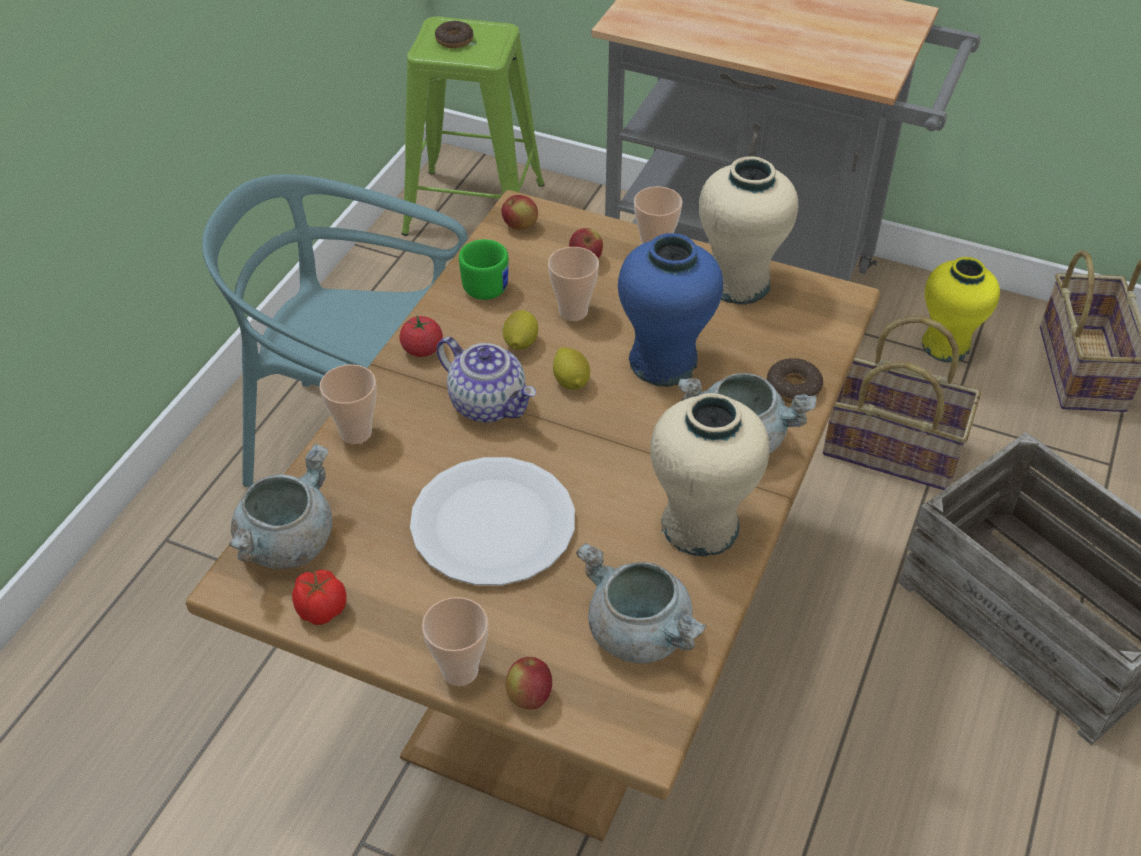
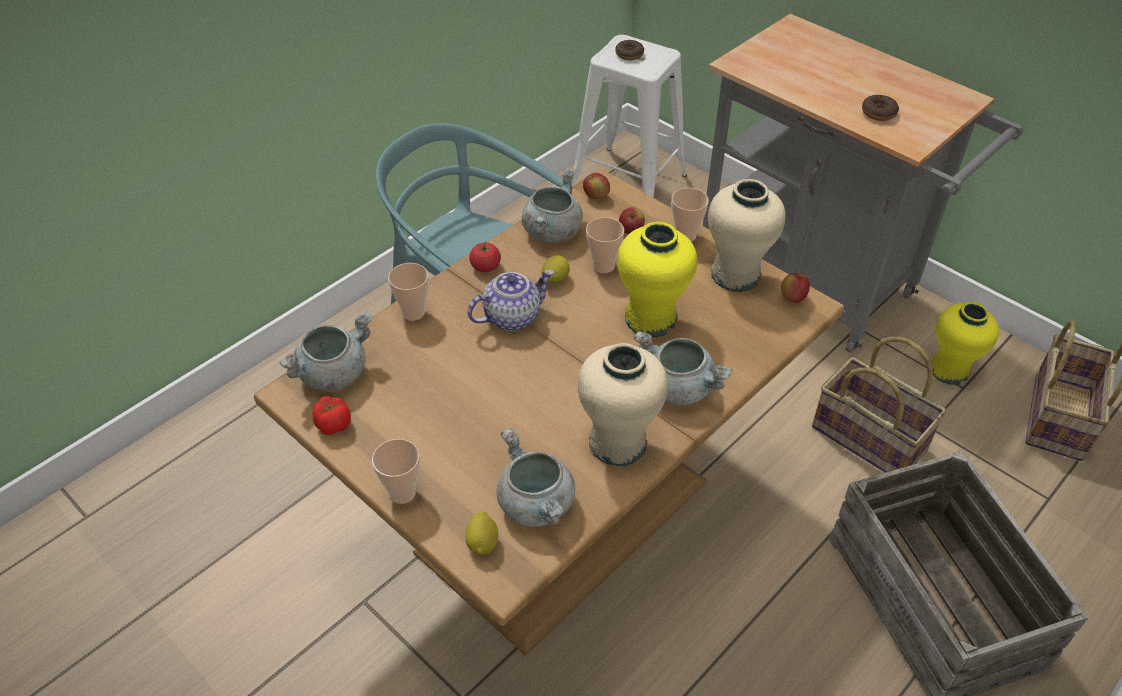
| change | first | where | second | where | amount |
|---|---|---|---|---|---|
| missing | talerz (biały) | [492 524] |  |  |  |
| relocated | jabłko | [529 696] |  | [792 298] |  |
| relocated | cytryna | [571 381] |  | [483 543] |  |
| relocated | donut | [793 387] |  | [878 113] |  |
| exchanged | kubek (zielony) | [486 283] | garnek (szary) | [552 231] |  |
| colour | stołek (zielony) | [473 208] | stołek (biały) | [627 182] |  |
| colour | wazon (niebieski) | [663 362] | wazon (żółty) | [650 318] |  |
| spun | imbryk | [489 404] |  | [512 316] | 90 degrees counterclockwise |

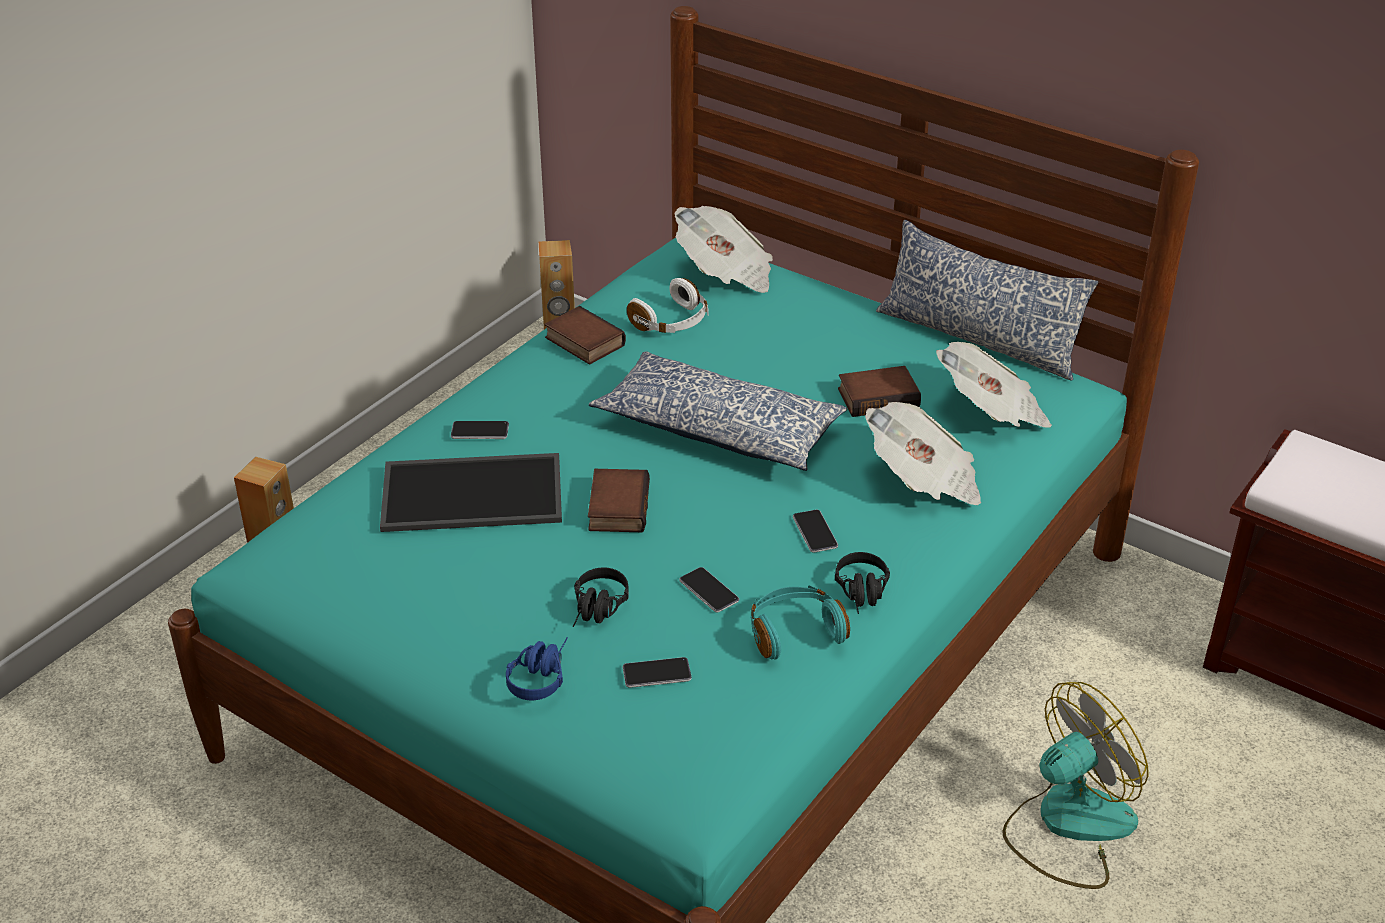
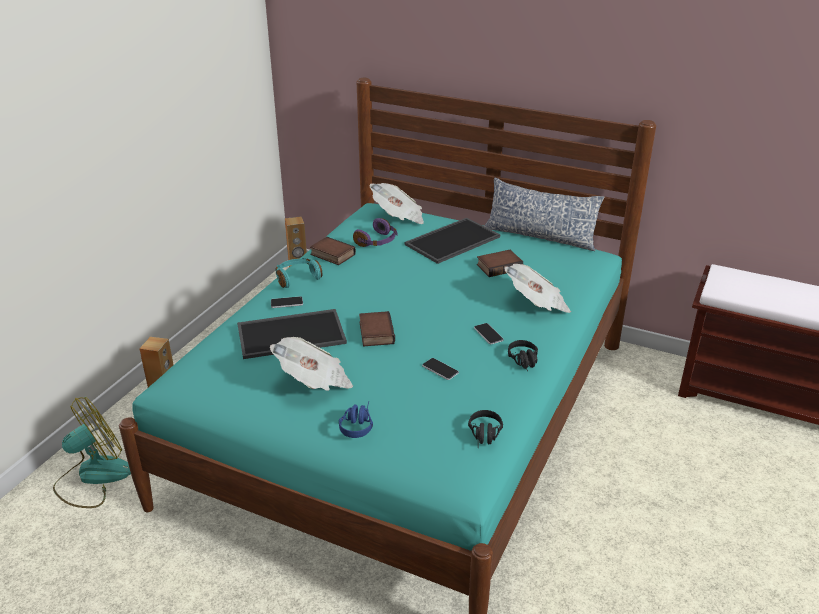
| change | first | where | second | where | amount |
|---|---|---|---|---|---|
| missing | poduszka | [718 429] |  |  |  |
| missing | telefon | [657 674] |  |  |  |
| appeared |  |  | taca | [453 241] |  |
| relocated | słuchawki (czarny) | [598 611] |  | [485 437] |  |
| relocated | słuchawki (turkusowy) | [794 632] |  | [297 278] |  |
| relocated | gazeta | [992 412] |  | [314 381] |  |
| relocated | wentylator | [1068 825] |  | [93 477] |  |
| colour | słuchawki (biały) | [672 322] | słuchawki (fioletowy) | [377 241] |  |

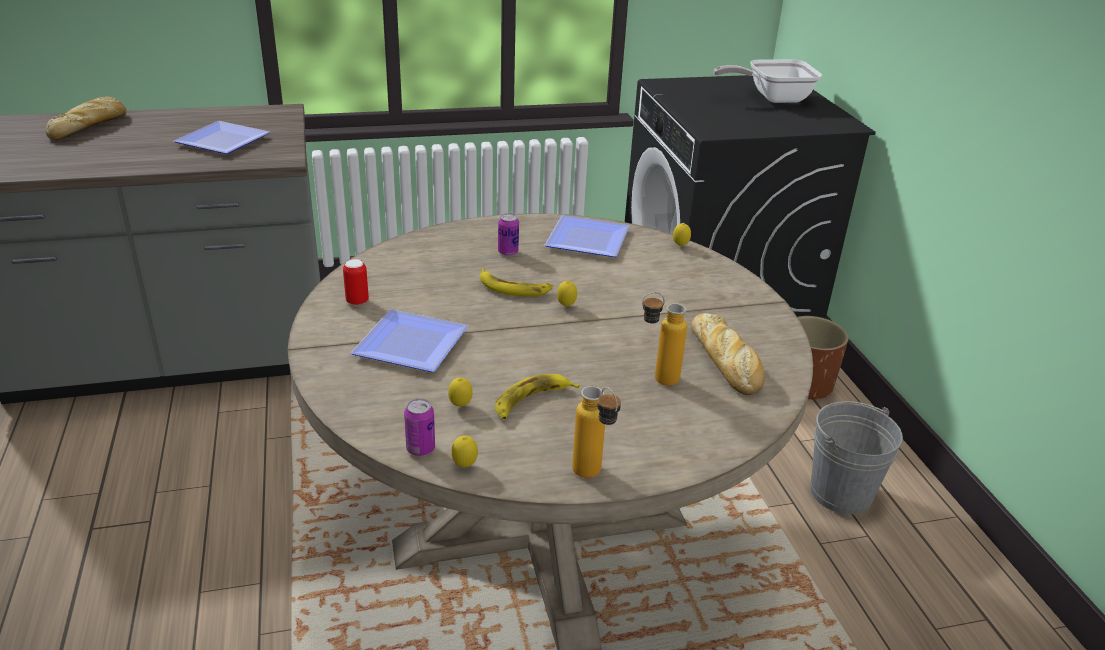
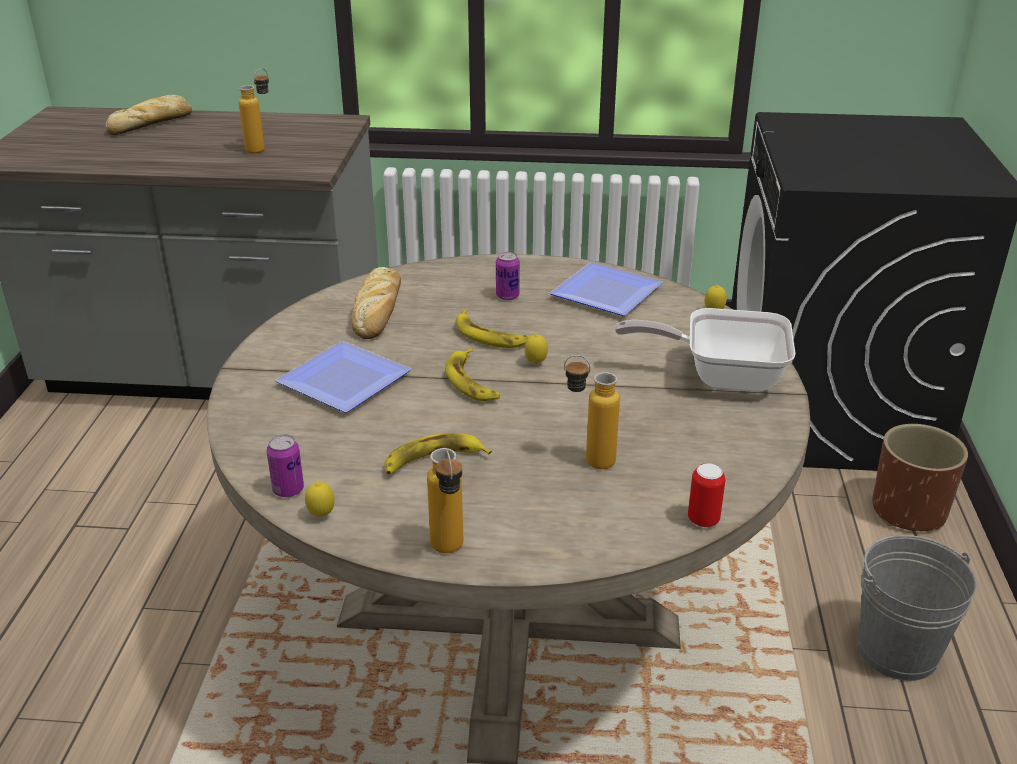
| change | first | where | second | where | amount |
|---|---|---|---|---|---|
| missing | cytryna | [460 406] |  |  |  |
| appeared |  |  | banan | [472 382] |  |
| relocated | puszka | [357 301] |  | [703 520] |  |
| relocated | chleb | [725 361] |  | [378 312] |  |
| relocated | patelnia | [772 98] |  | [721 376] |  |
| exchanged | talerz | [219 141] | butelka | [261 148] |  |

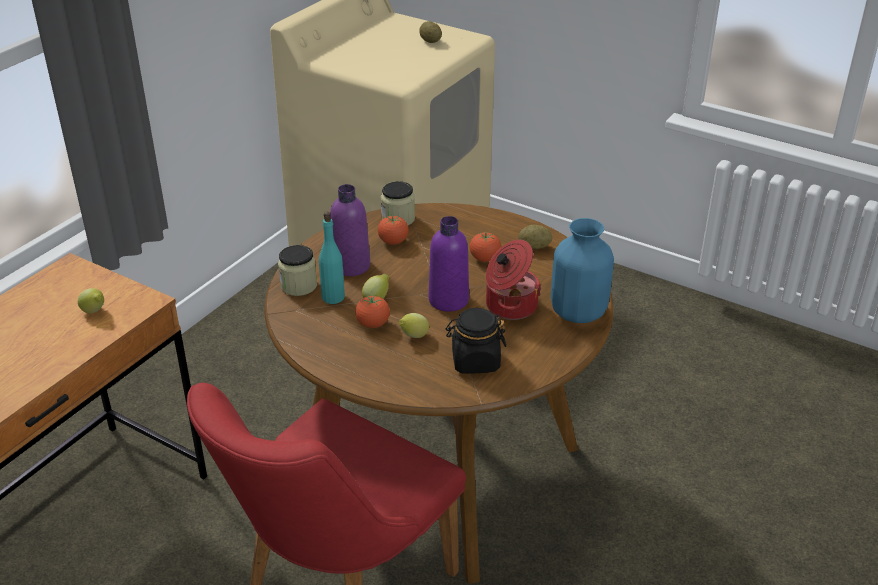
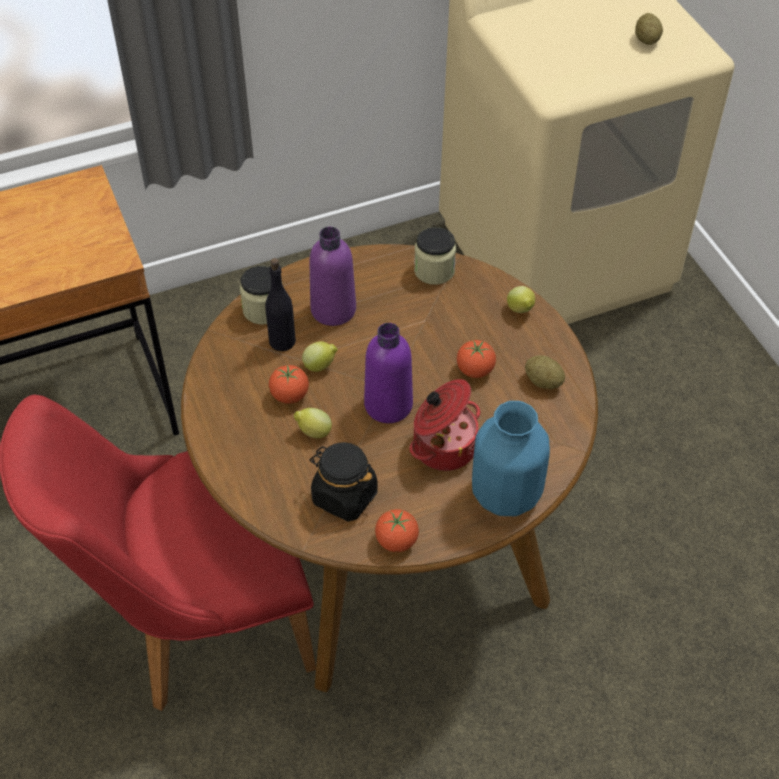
| change | first | where | second | where | amount |
|---|---|---|---|---|---|
| relocated | cytryna | [94 311] |  | [520 311] |  |
| relocated | pomidor | [393 242] |  | [396 541] |  |
| colour | butelka (turkusowy) | [333 297] | butelka (czarny) | [282 341] |  |

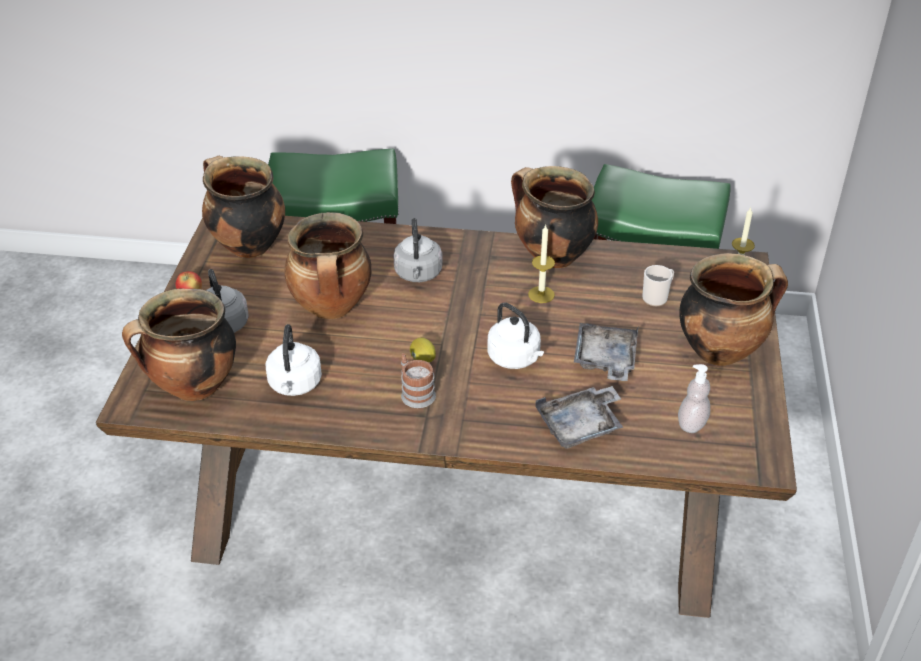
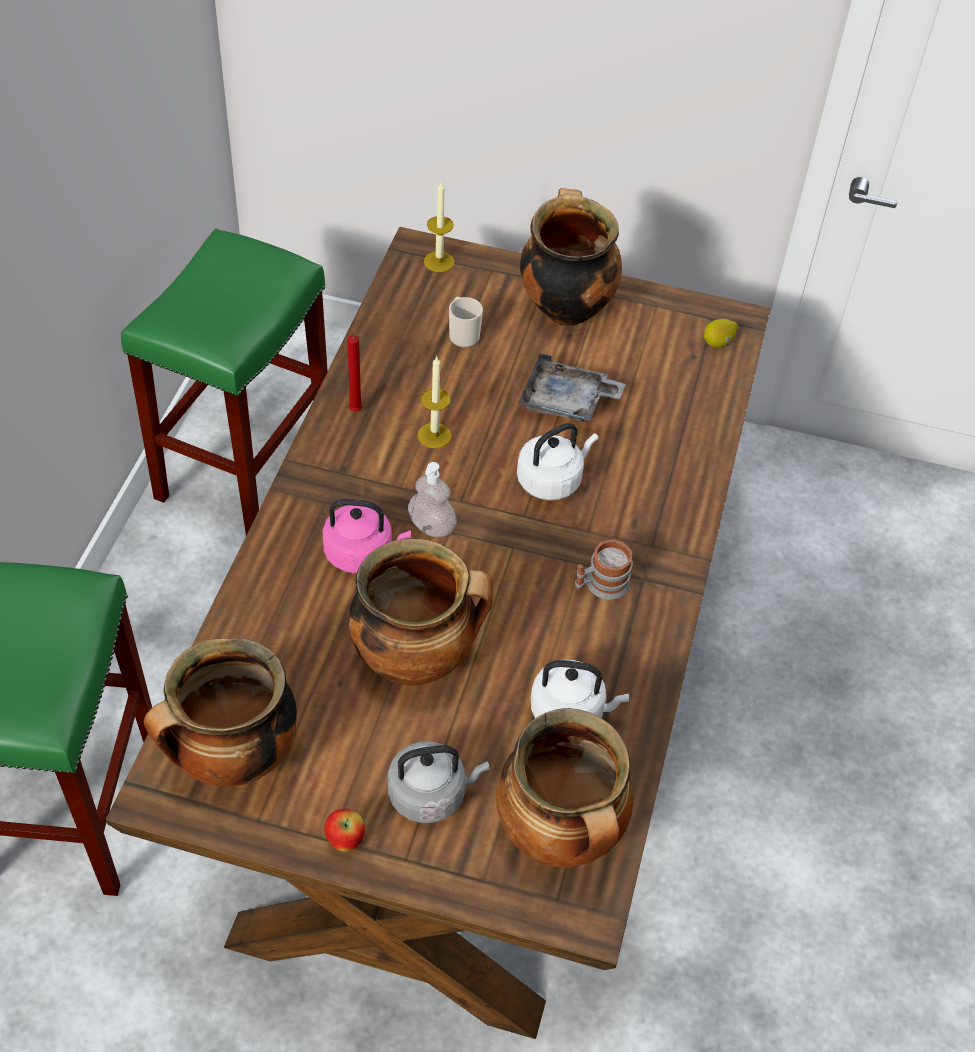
| change | first | where | second | where | amount |
|---|---|---|---|---|---|
| missing | taca (szary) | [580 426] |  |  |  |
| relocated | cytryna | [423 360] |  | [718 342] |  |
| relocated | dozownik mydła | [692 424] |  | [431 526] |  |
| exchanged | garnek | [551 256] | świeca (czerwony) | [357 412] |  |
| colour | czajnik (szary) | [418 274] | czajnik (różowy) | [362 553] |  |

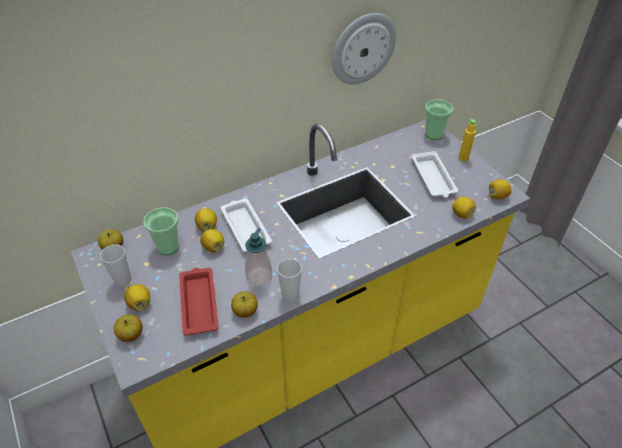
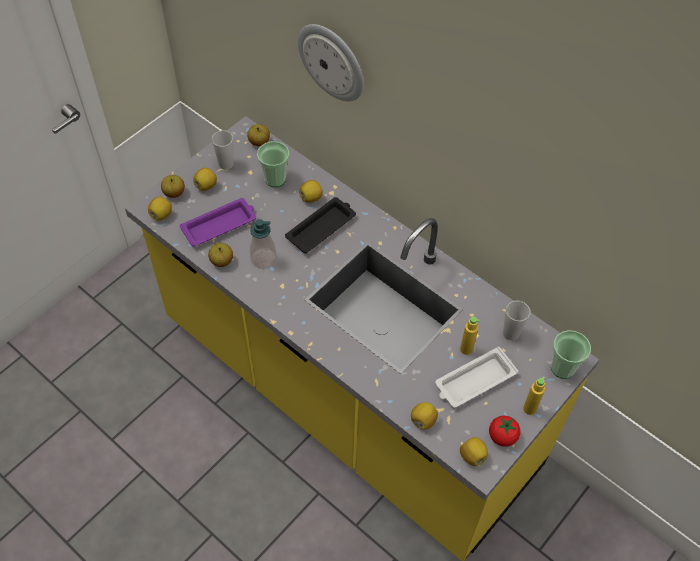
| change | first | where | second | where | amount |
|---|---|---|---|---|---|
| appeared |  |  | butelka (żółty) | [466 349] |  |
| appeared |  |  | pomidor | [502 436] |  |
| relocated | cytryna | [213 247] |  | [161 214] |  |
| relocated | filiżanka | [290 295] |  | [511 333] |  |
| relocated | zegar ścienny | [363 48] |  | [332 61] |  |
| colour | taca (czerwony) | [199 302] | taca (fioletowy) | [220 225] |  |
| colour | taca (biały) | [245 227] | taca (czarny) | [322 227] |  |

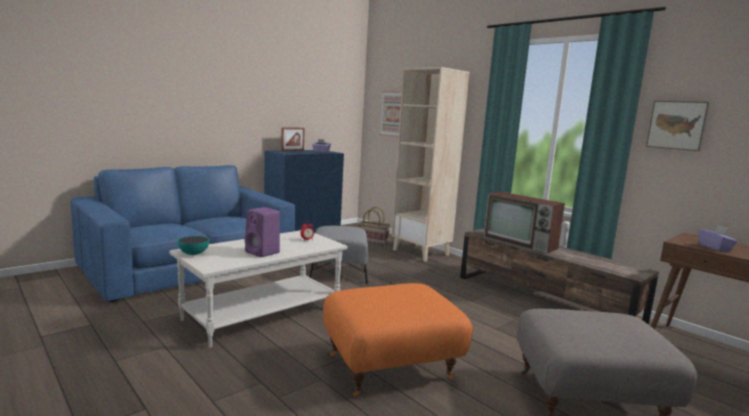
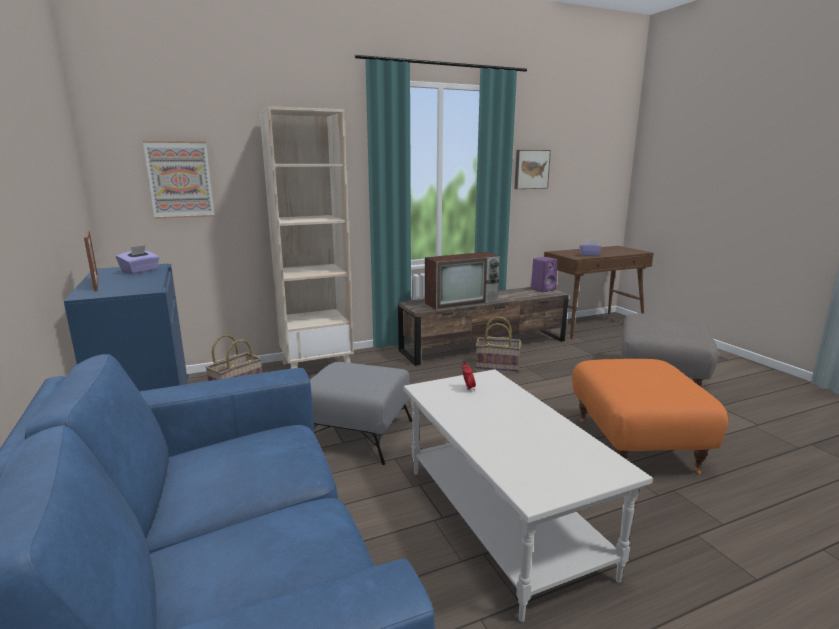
| change | first | where | second | where | amount |
|---|---|---|---|---|---|
| missing | miska | [193 254] |  |  |  |
| appeared |  |  | koszyk | [497 365] |  |
| relocated | głośnik (fioletowy) | [263 252] |  | [543 289] |  |

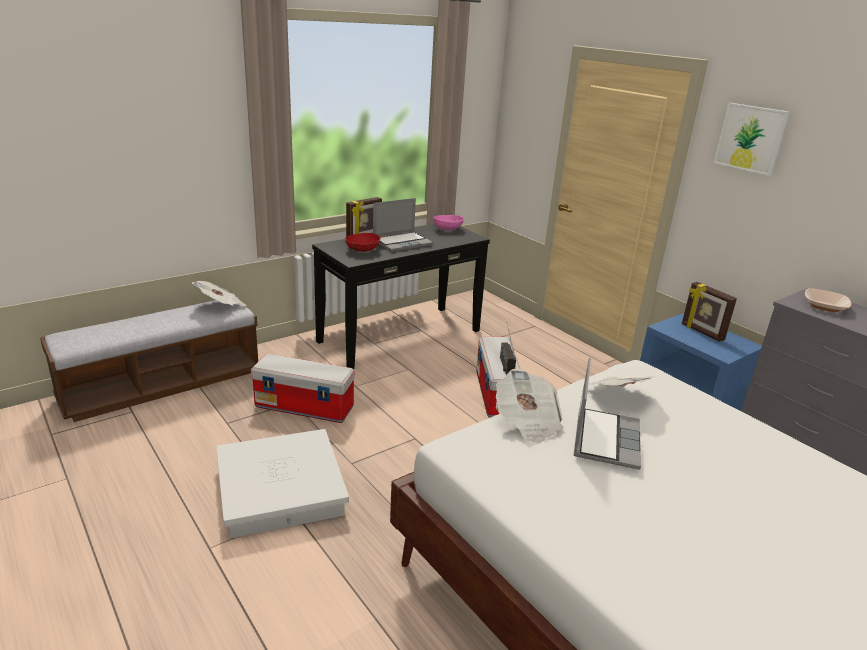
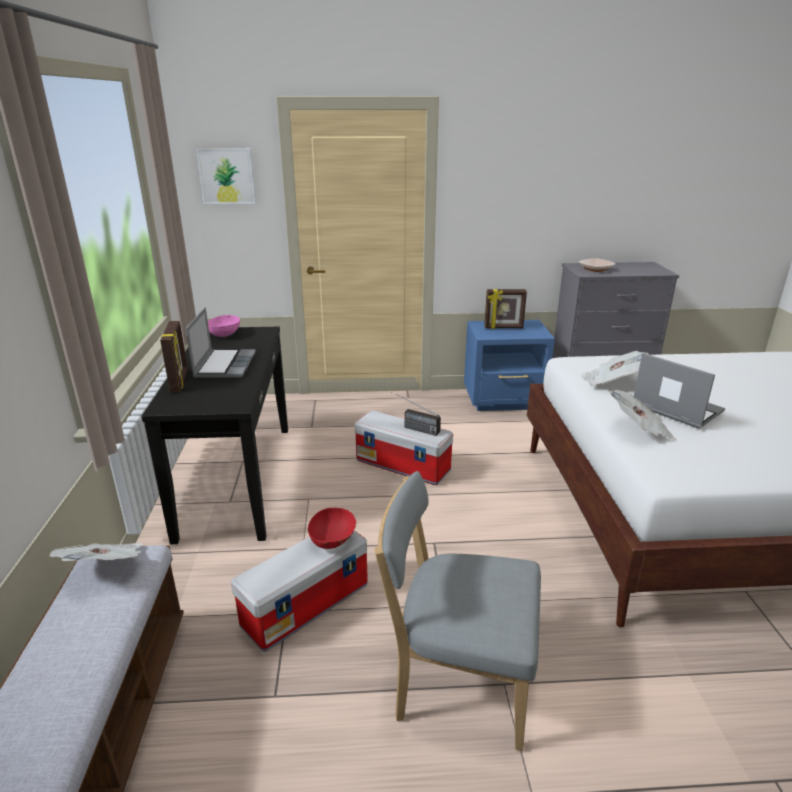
| change | first | where | second | where | amount |
|---|---|---|---|---|---|
| relocated | miska (czerwony) | [362 251] |  | [333 540] |  |
| relocated | obraz | [750 138] |  | [227 176] |  |
| exchanged | pojemnik do przechowywania (biały) | [281 489] | krzesło (szary) | [457 682] |  |

